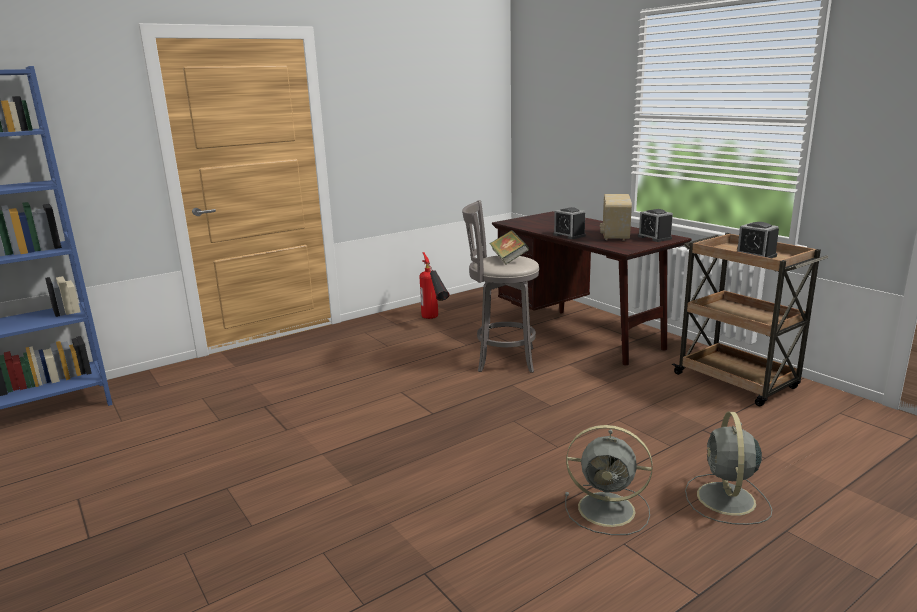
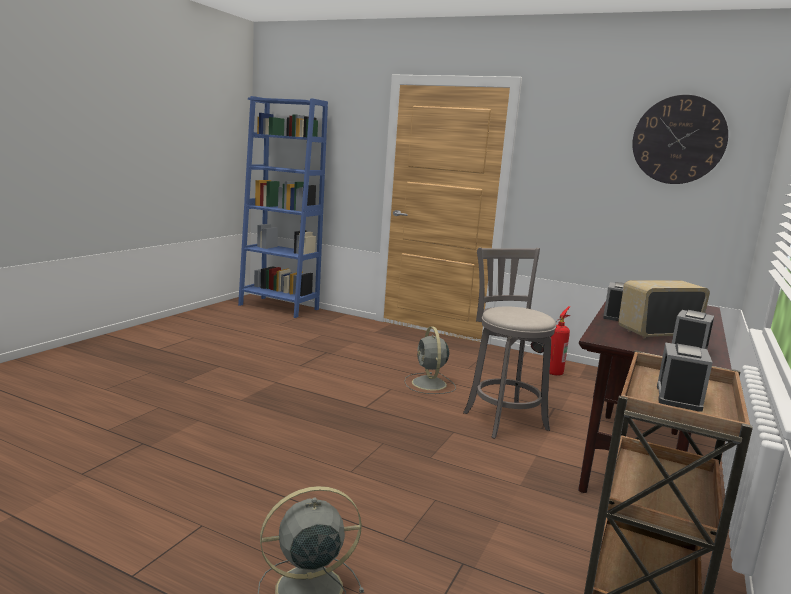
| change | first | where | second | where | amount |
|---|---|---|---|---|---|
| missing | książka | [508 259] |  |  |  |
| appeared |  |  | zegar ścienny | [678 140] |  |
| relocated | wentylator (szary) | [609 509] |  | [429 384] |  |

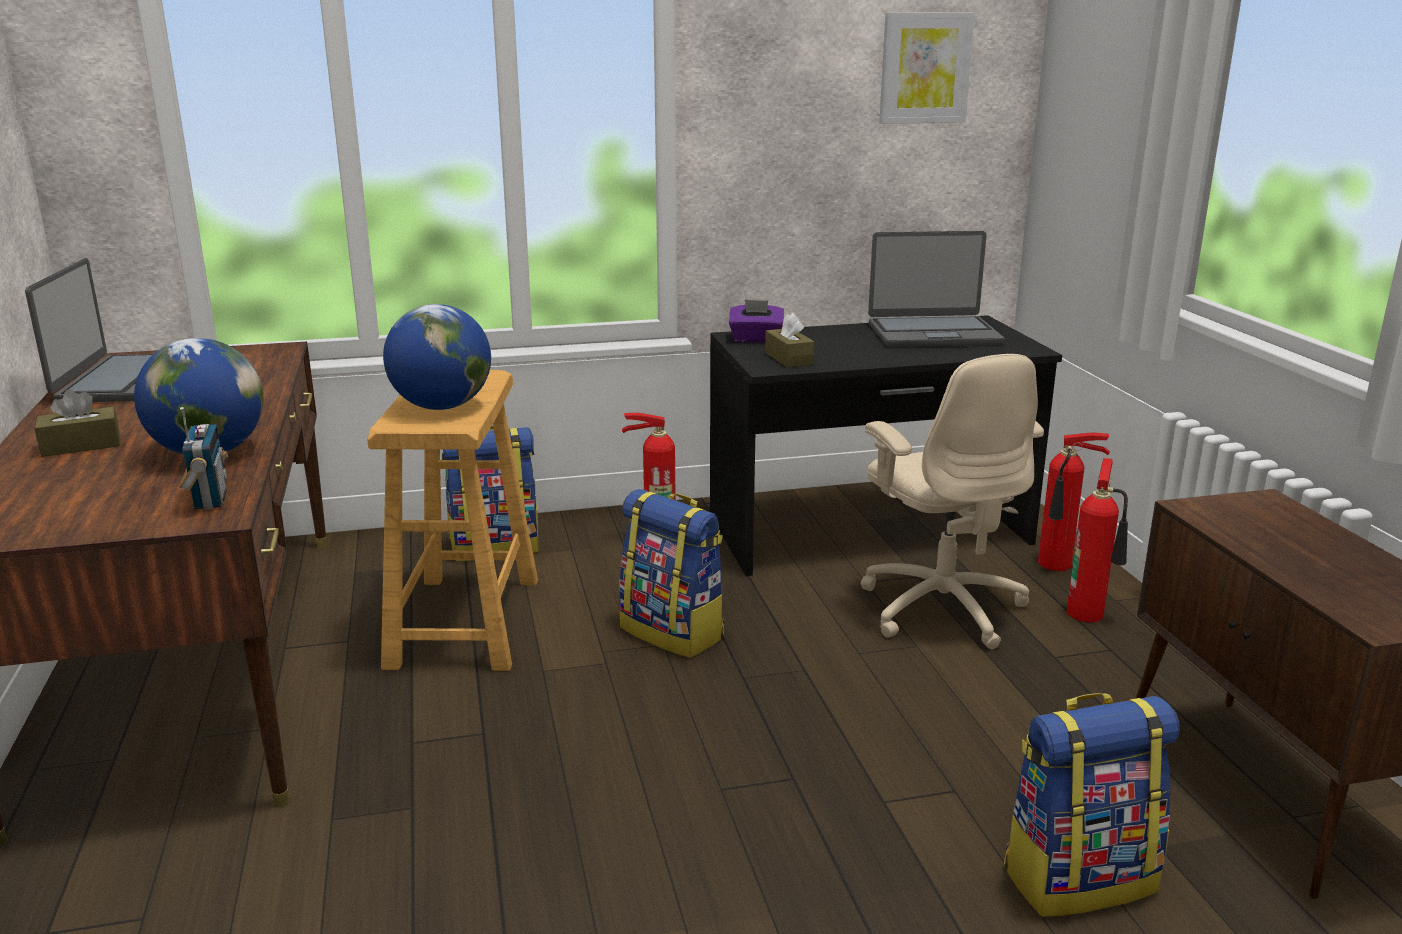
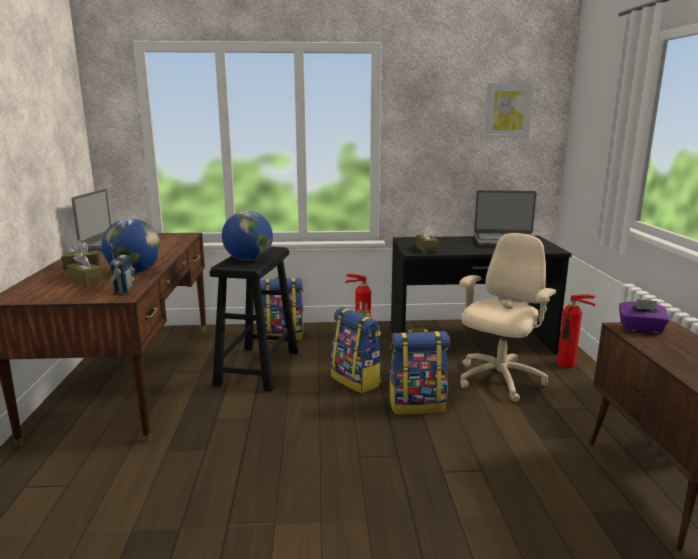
| change | first | where | second | where | amount |
|---|---|---|---|---|---|
| missing | gaśnica | [1089 613] |  |  |  |
| appeared |  |  | pudełko chusteczek (brązowy) | [86 281] |  |
| relocated | pudełko chusteczek (fioletowy) | [756 339] |  | [641 329] |  |
| relocated | plecak | [1078 877] |  | [417 405] |  |
| colour | stołek (beżowy) | [464 623] | stołek (czarny) | [257 368] |  |
| spun | krzesło biurowe (beżowy) | [941 607] |  | [498 380] | 135 degrees counterclockwise |

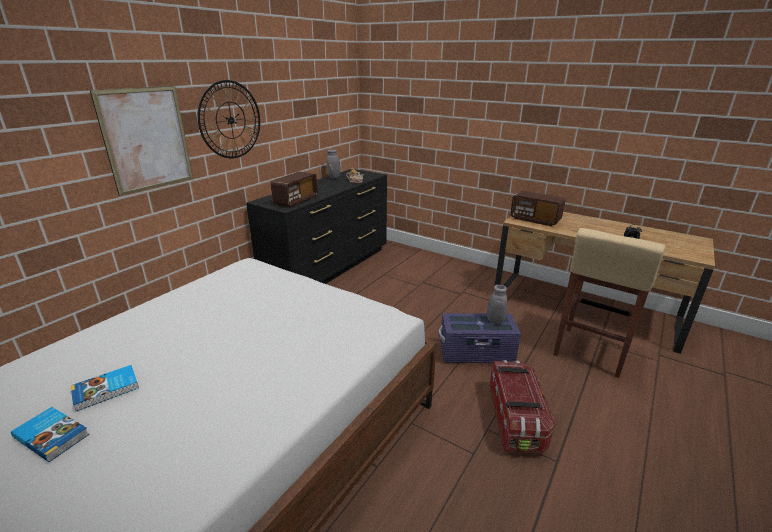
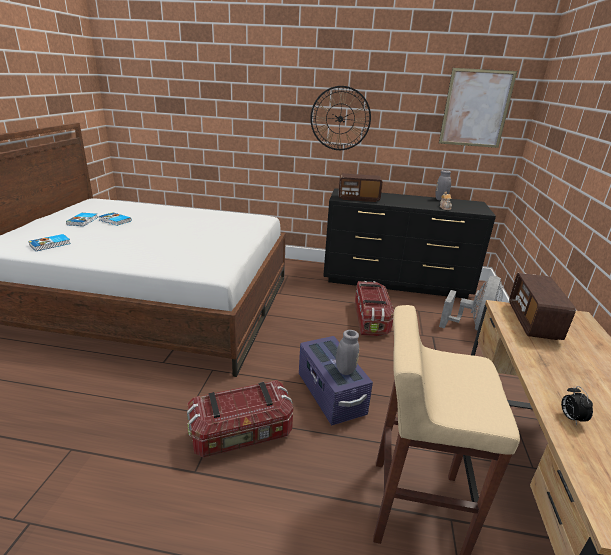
| change | first | where | second | where | amount |
|---|---|---|---|---|---|
| appeared |  |  | książka | [50 244] |  |
| appeared |  |  | pojemnik do przechowywania | [371 319] |  |
| appeared |  |  | wentylator (szary) | [472 326] |  |
| relocated | obraz | [147 139] |  | [476 108] |  |

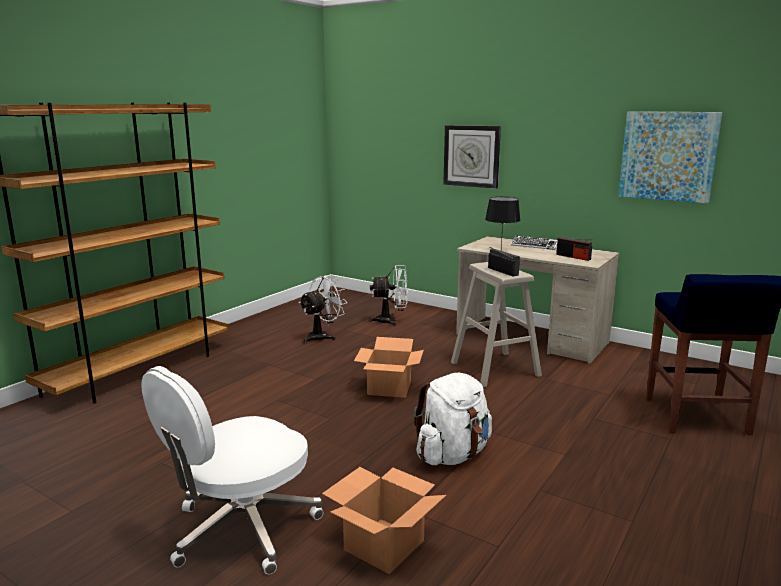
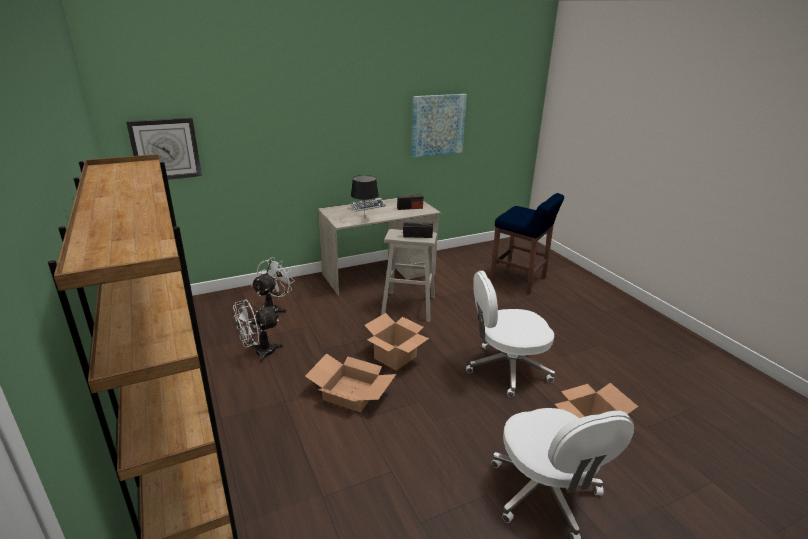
| change | first | where | second | where | amount |
|---|---|---|---|---|---|
| appeared |  |  | karton | [350 393] |  |
| relocated | zegar ścienny | [471 156] |  | [165 149] |  |
| exchanged | plecak (biały) | [453 455] | krzesło biurowe (biały) | [506 369] |  |
| spun | wentylator (biały) | [322 336] |  | [259 353] | 105 degrees counterclockwise |

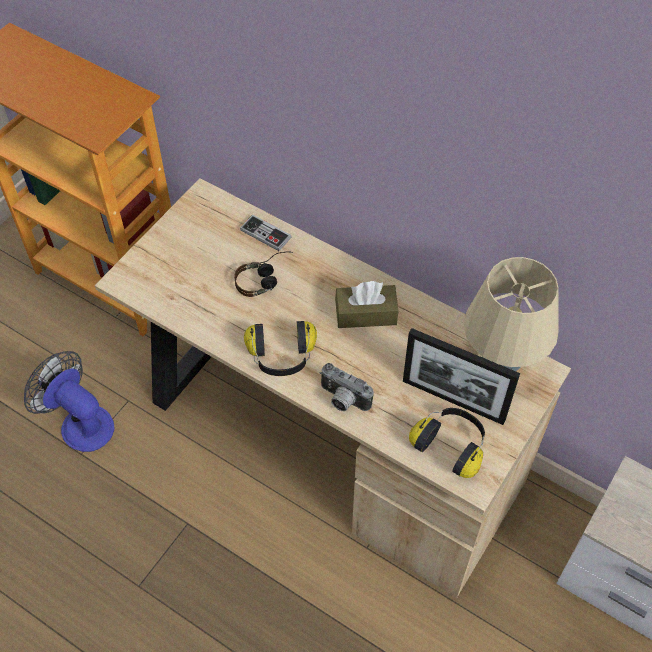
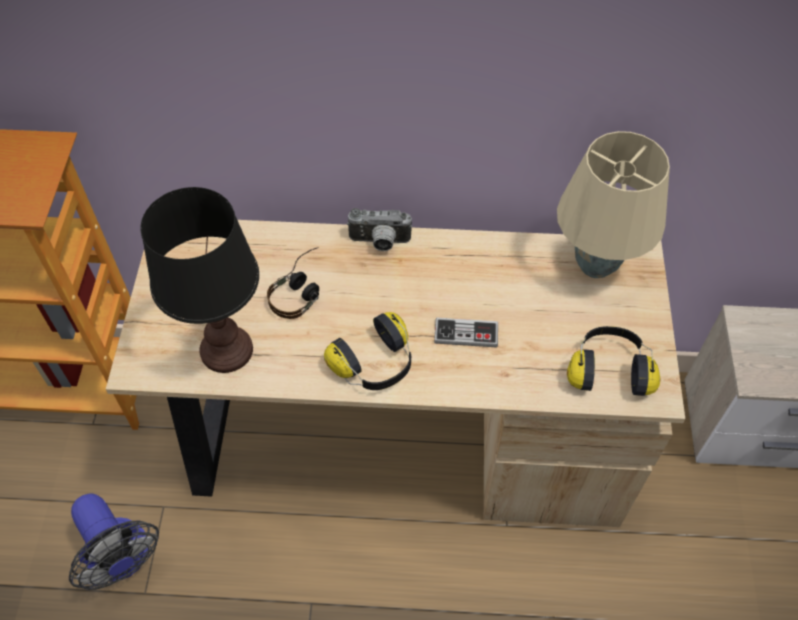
| change | first | where | second | where | amount |
|---|---|---|---|---|---|
| missing | pudełko chusteczek (brązowy) | [366 314] |  |  |  |
| missing | ramka na zdjęcie | [453 400] |  |  |  |
| appeared |  |  | lampa stołowa (czarny) | [227 351] |  |
| relocated | pad do gier | [265 234] |  | [466 334] |  |
| relocated | aparat fotograficzny | [342 400] |  | [379 243] |  |
| spun | wentylator | [80 423] |  | [122 559] | 135 degrees counterclockwise |

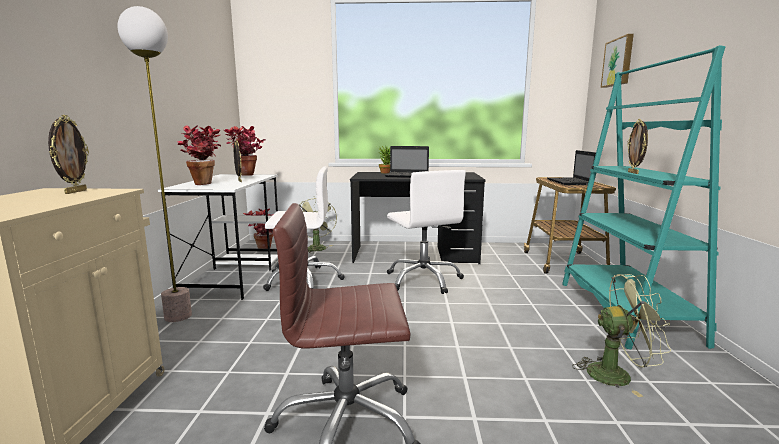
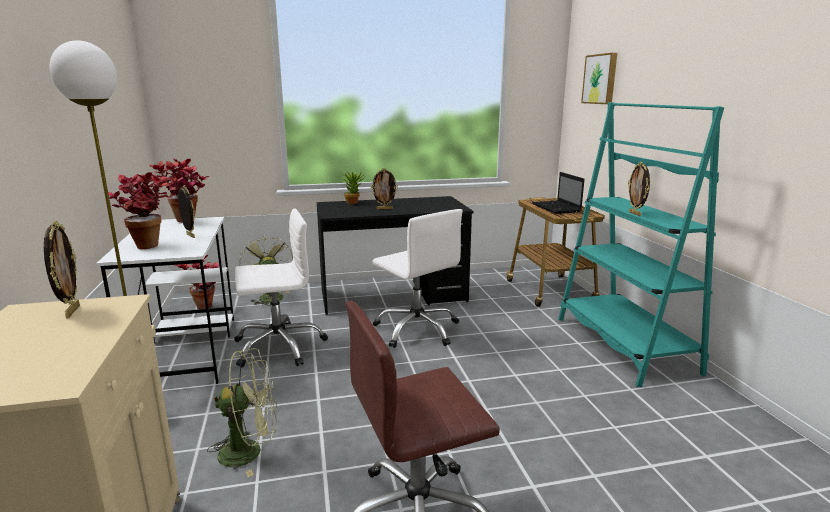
| change | first | where | second | where | amount |
|---|---|---|---|---|---|
| relocated | wentylator (zielony) | [617 374] |  | [250 451] |  |
| exchanged | laptop | [408 176] | ramka na zdjęcie | [384 209] |  |

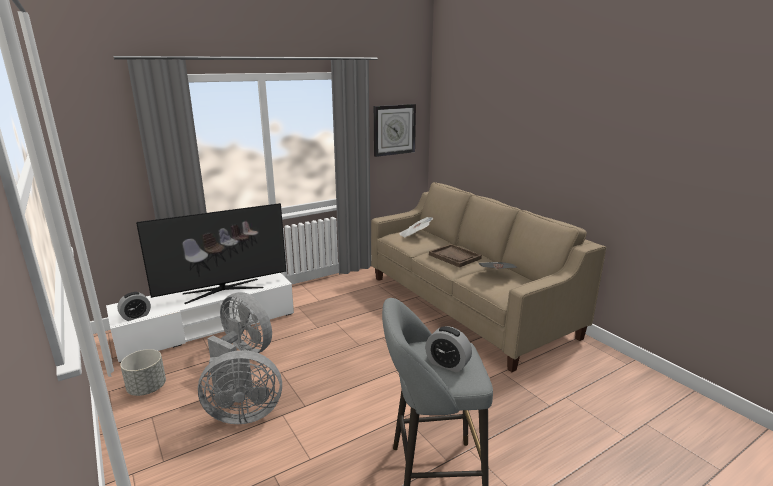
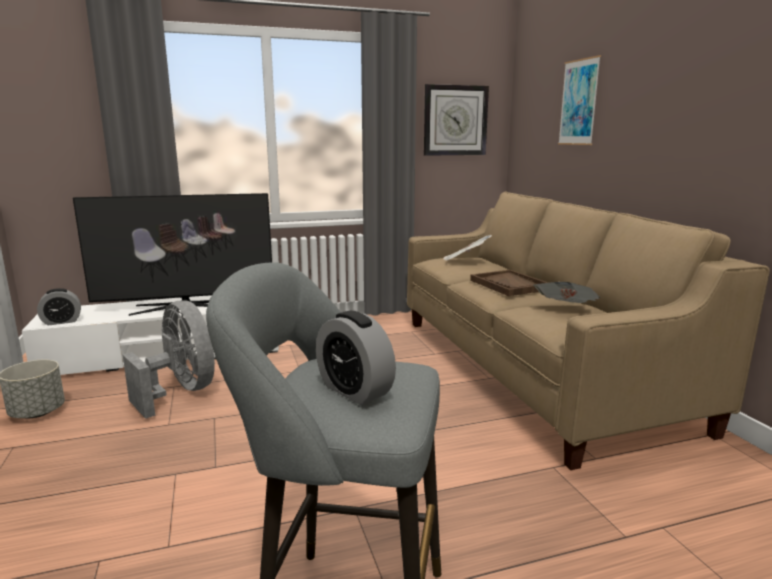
| change | first | where | second | where | amount |
|---|---|---|---|---|---|
| missing | wentylator (szary) | [243 413] |  |  |  |
| appeared |  |  | obraz | [579 102] |  |

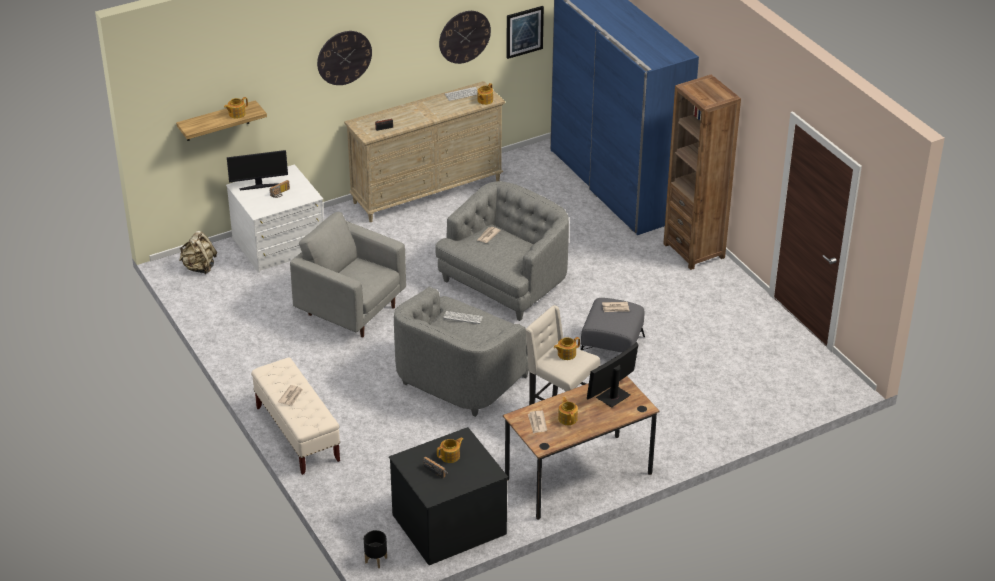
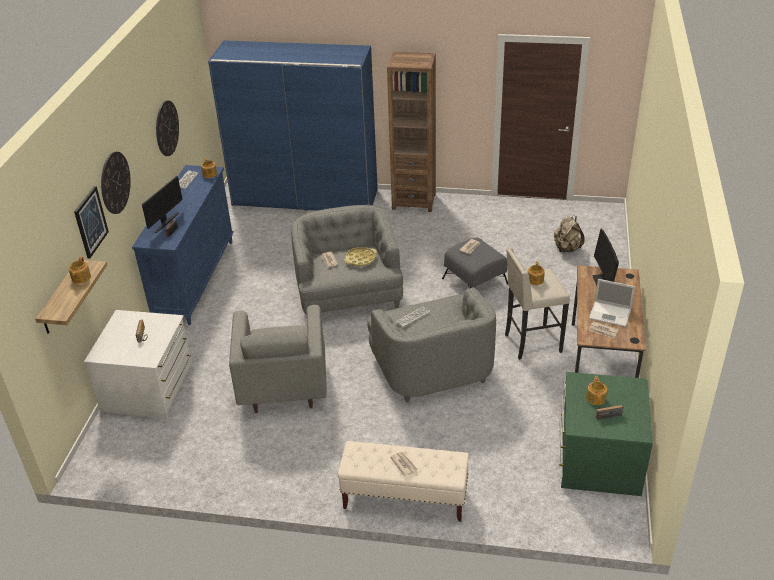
| change | first | where | second | where | amount |
|---|---|---|---|---|---|
| missing | donica (czarny) | [376 560] |  |  |  |
| appeared |  |  | taca (żółty) | [360 259] |  |
| relocated | plecak (beżowy) | [199 267] |  | [566 248] |  |
| relocated | monitor | [259 186] |  | [165 222] |  |
| relocated | obraz | [524 31] |  | [90 222] |  |
| exchanged | imbryk | [567 418] | laptop | [611 314] |  |
| colour | komoda (beżowy) | [427 192] | komoda (niebieski) | [195 279] |  |
| colour | komoda (czarny) | [448 523] | komoda (zielony) | [598 459] |  |
| spun | fotel (szary) | [351 310] |  | [283 387] | 75 degrees counterclockwise |

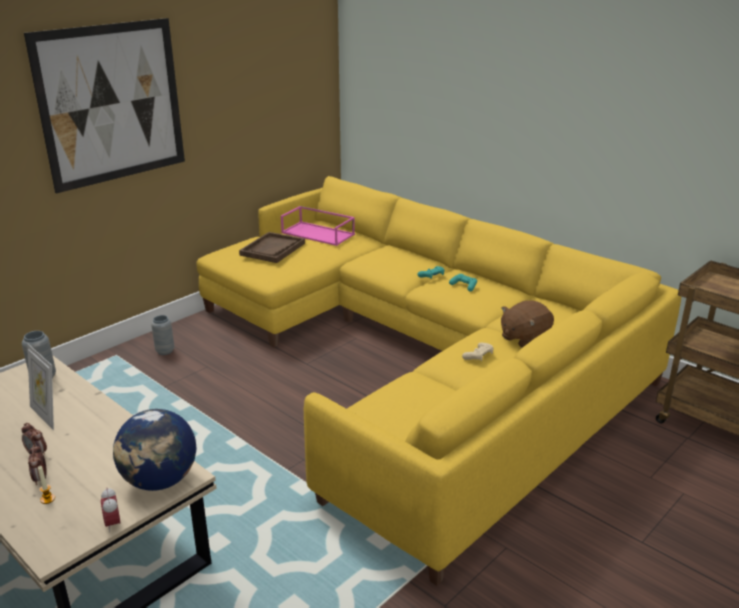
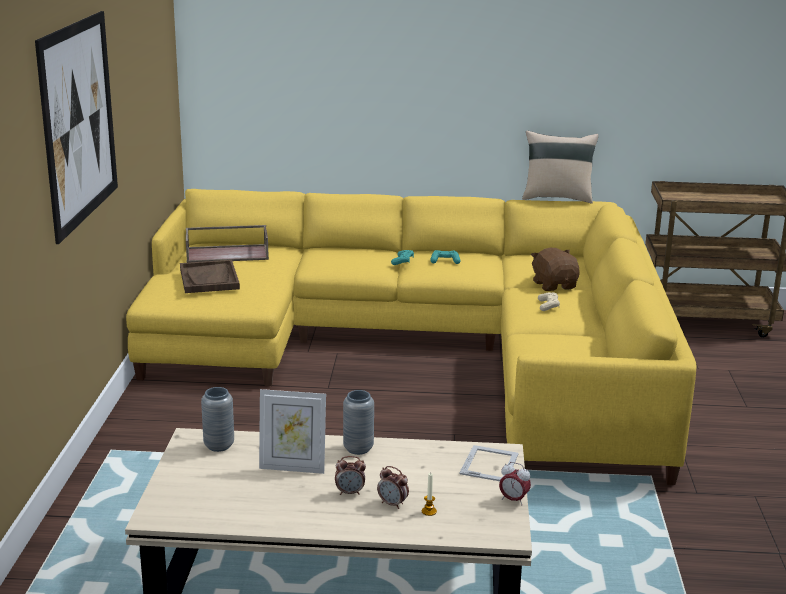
| change | first | where | second | where | amount |
|---|---|---|---|---|---|
| appeared |  |  | poduszka (beżowy) | [557 198] |  |
| relocated | wazon (szary) | [165 351] |  | [358 449] |  |
| exchanged | globus | [160 481] | ramka na zdjęcie | [490 463] |  |
| colour | taca (różowy) | [319 233] | taca (brązowy) | [228 253] |  |
| spun | pluszak (brązowy) | [524 338] |  | [554 285] | 150 degrees clockwise |

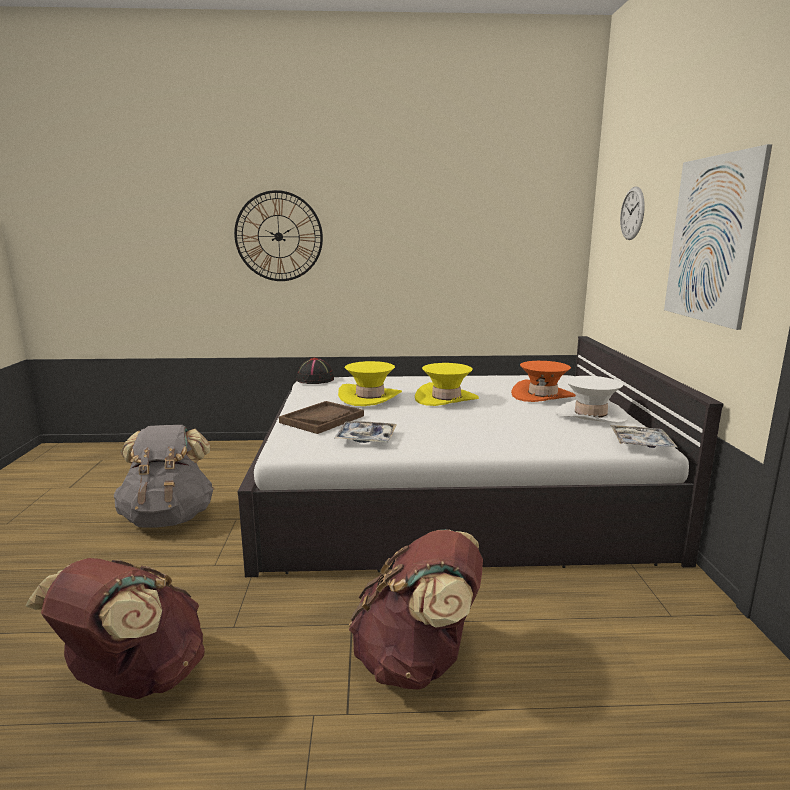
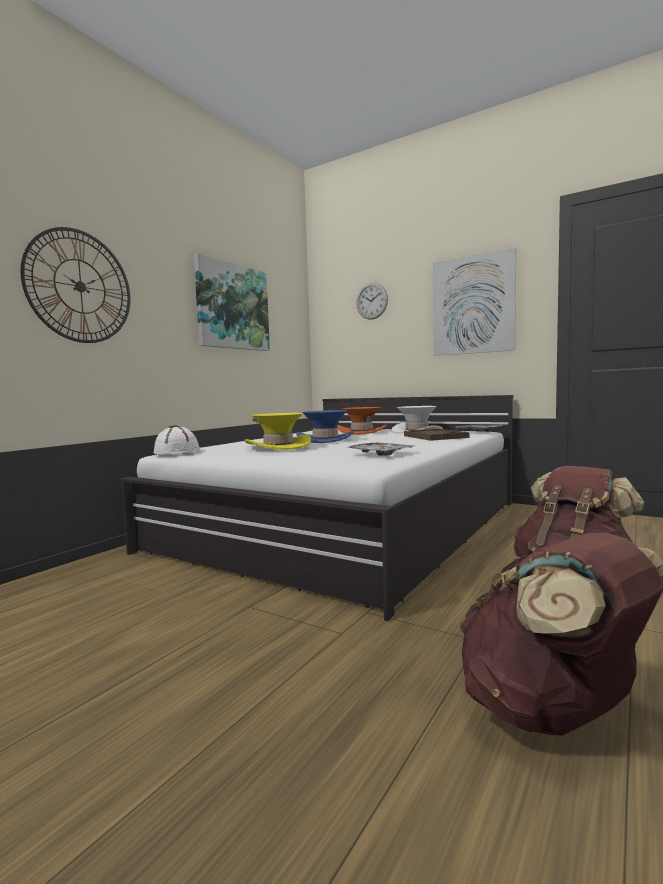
| change | first | where | second | where | amount |
|---|---|---|---|---|---|
| missing | plecak (szary) | [169 518] |  |  |  |
| appeared |  |  | obraz | [232 307] |  |
| relocated | taca (brązowy) | [322 419] |  | [435 436] |  |
| colour | kapelusz (czarny) | [315 380] | kapelusz (biały) | [177 451] |  |
| colour | kapelusz (żółty) | [446 399] | kapelusz (niebieski) | [325 440] |  |

